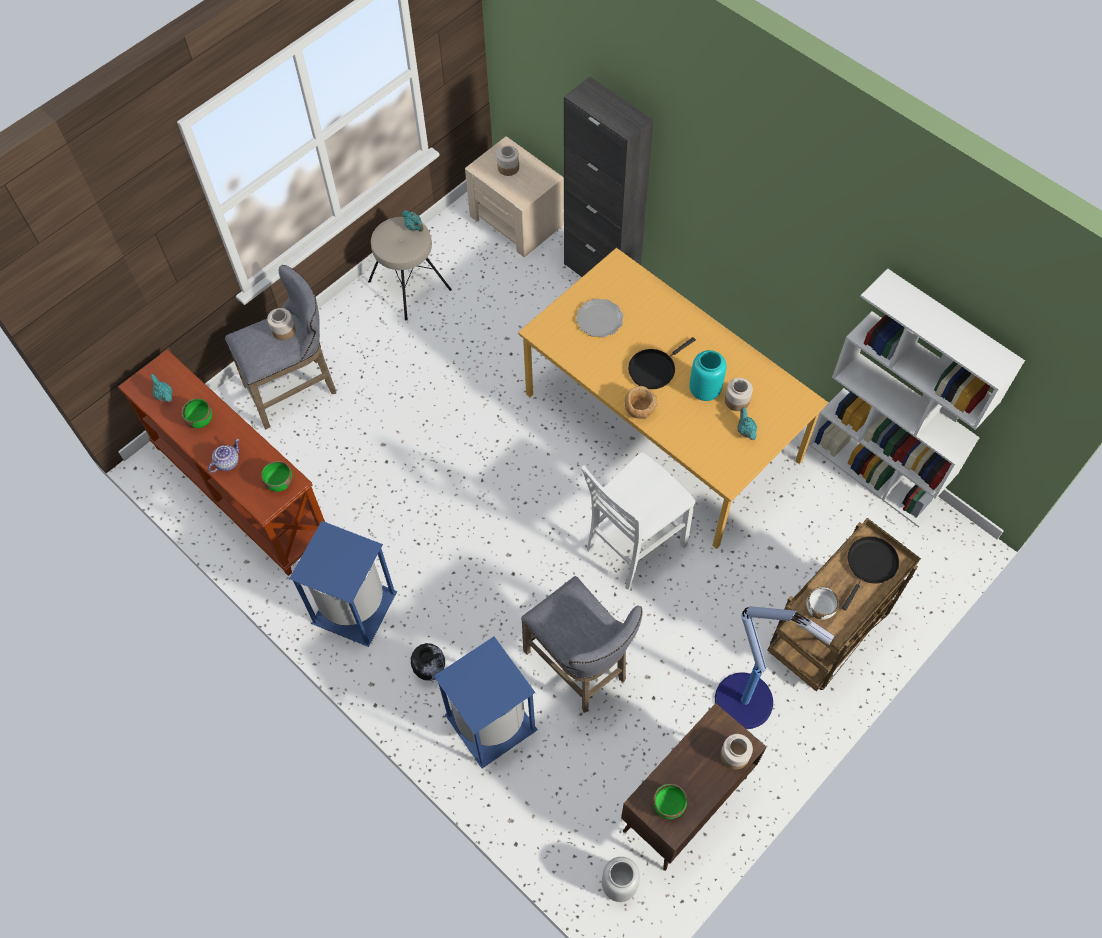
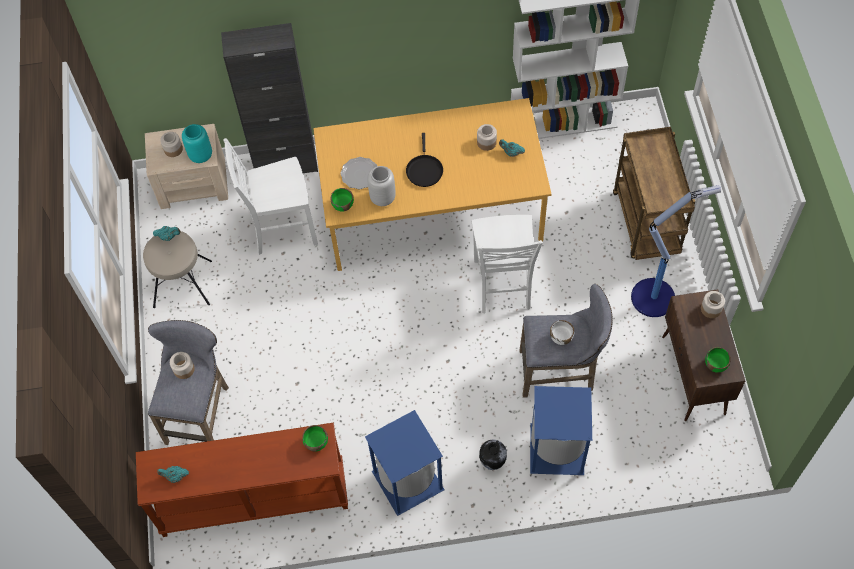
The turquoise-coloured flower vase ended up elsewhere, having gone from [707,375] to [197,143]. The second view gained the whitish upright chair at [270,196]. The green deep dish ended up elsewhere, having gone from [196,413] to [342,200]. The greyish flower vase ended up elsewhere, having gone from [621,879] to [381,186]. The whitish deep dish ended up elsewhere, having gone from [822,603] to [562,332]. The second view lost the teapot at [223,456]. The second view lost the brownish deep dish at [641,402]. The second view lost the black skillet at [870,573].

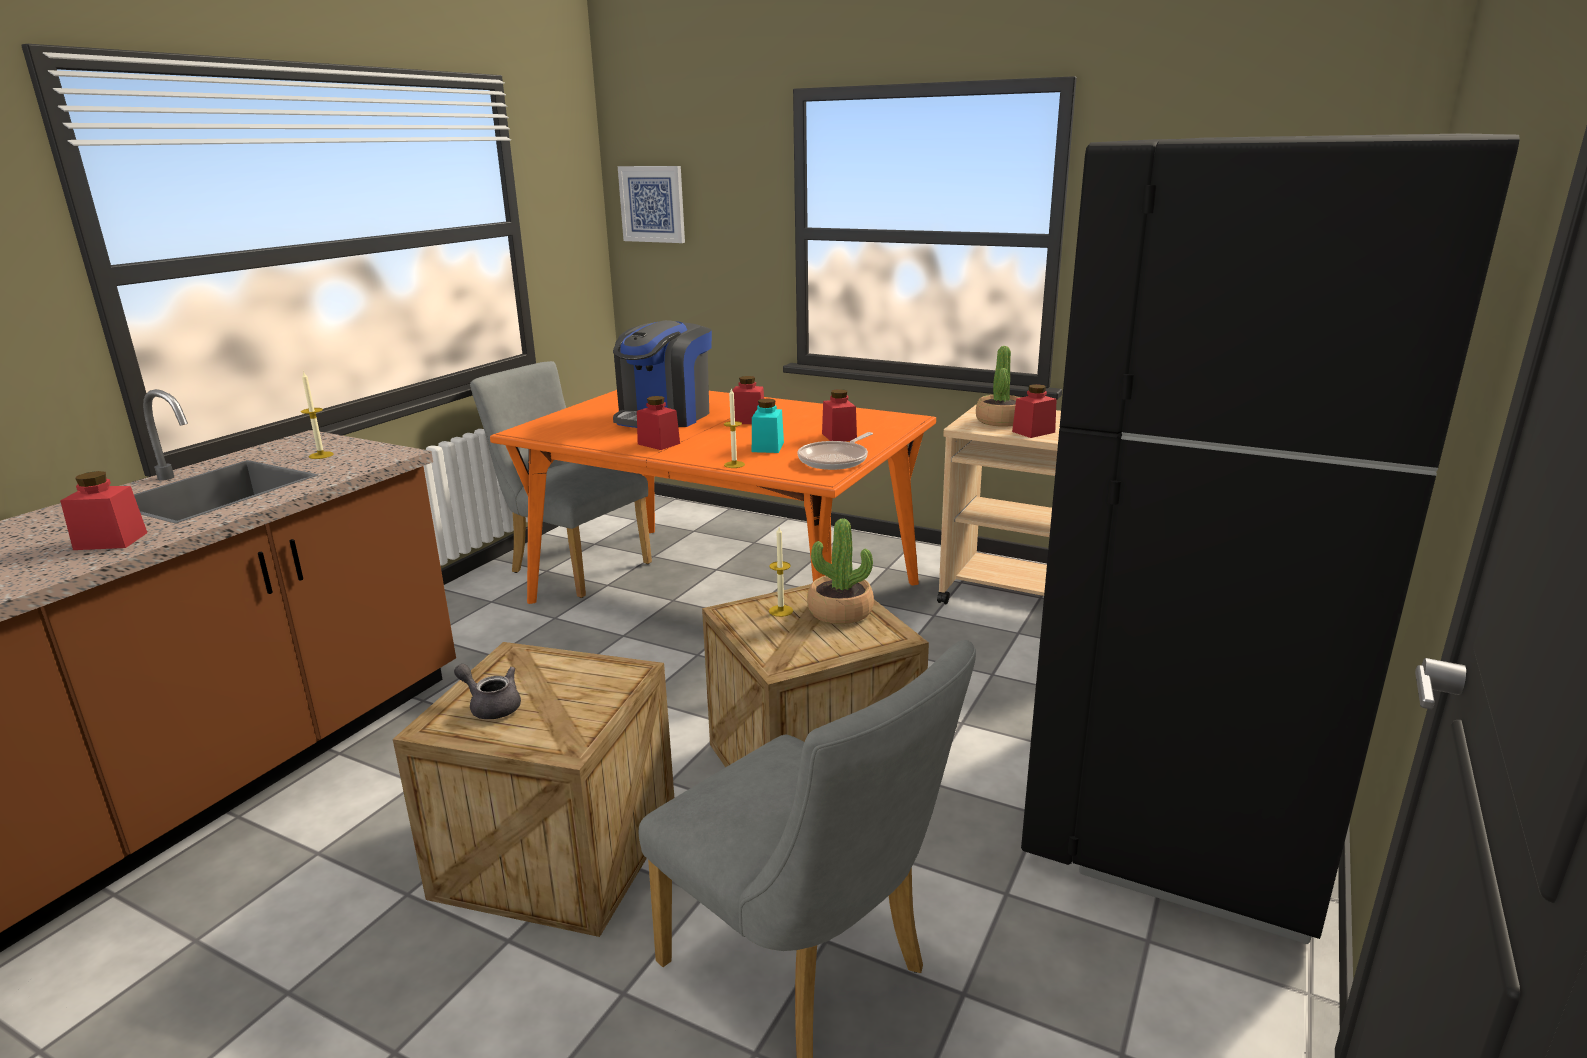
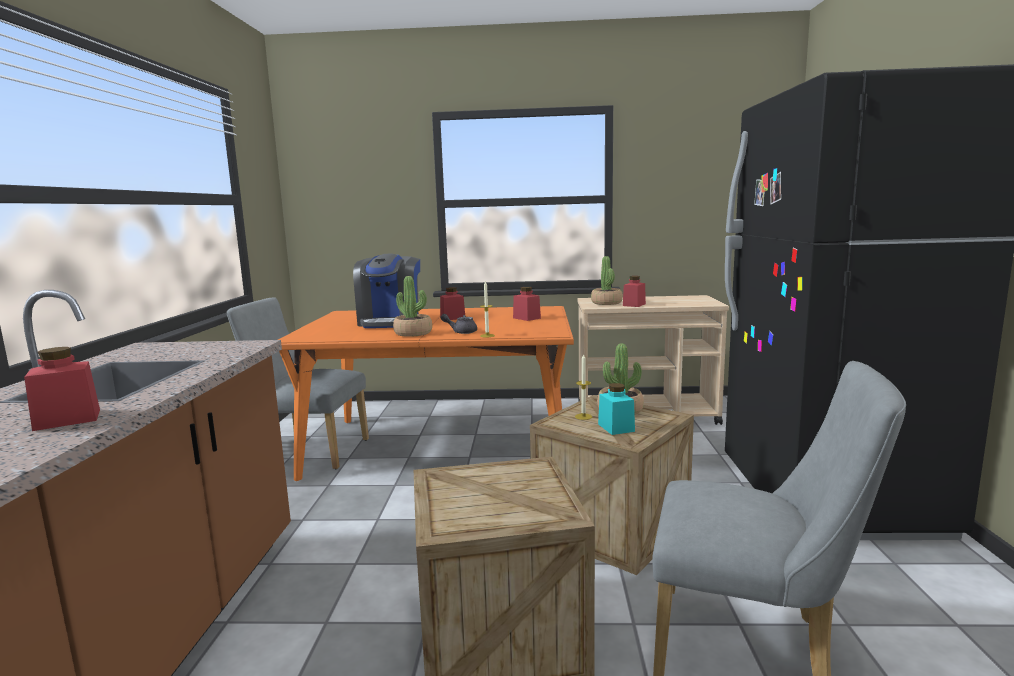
Where the red storage jar stood at [658,423], the potted plant came to stand at [412,306]. The greyish teapot ended up elsewhere, having gone from [487,691] to [458,324]. The turquoise-coloured storage jar ended up elsewhere, having gone from [768,425] to [616,409]. The second view lost the wax light at [317,415]. The second view lost the wall art at [651,204]. The second view lost the skillet at [835,451].

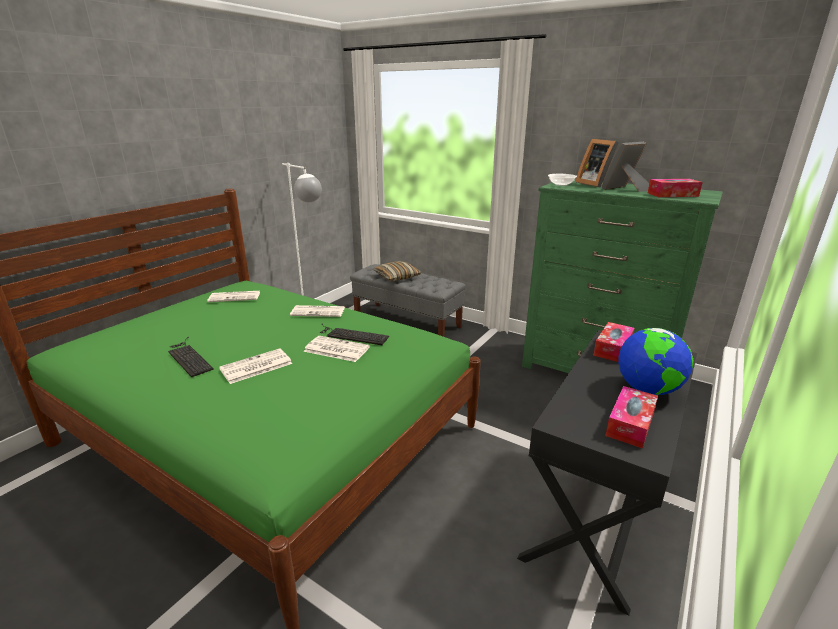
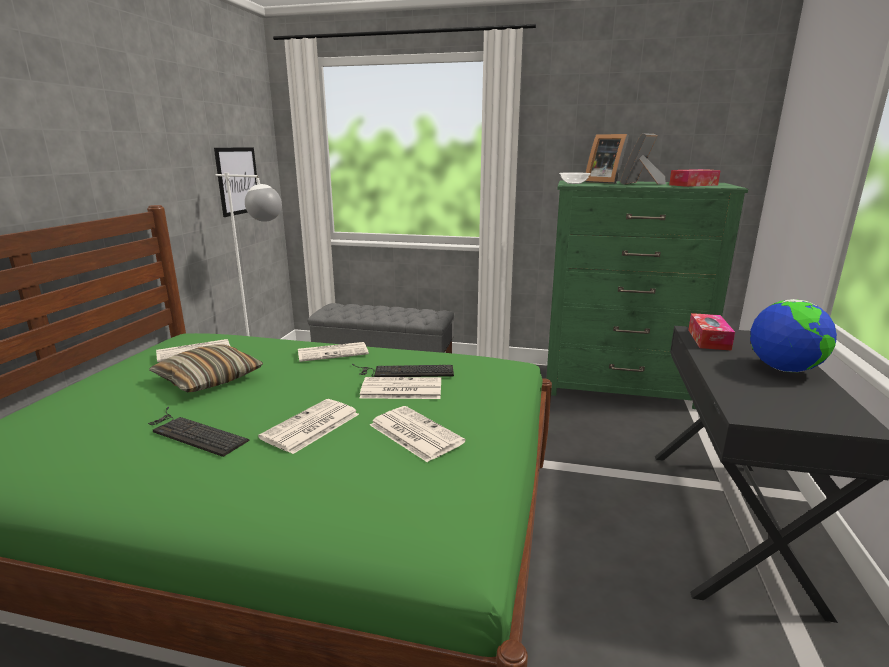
The cushion ended up elsewhere, having gone from [397,271] to [206,368]. The second view gained the wall art at [235,182]. The second view gained the newspaper at [418,434]. The second view lost the tissue holder at [631,417].

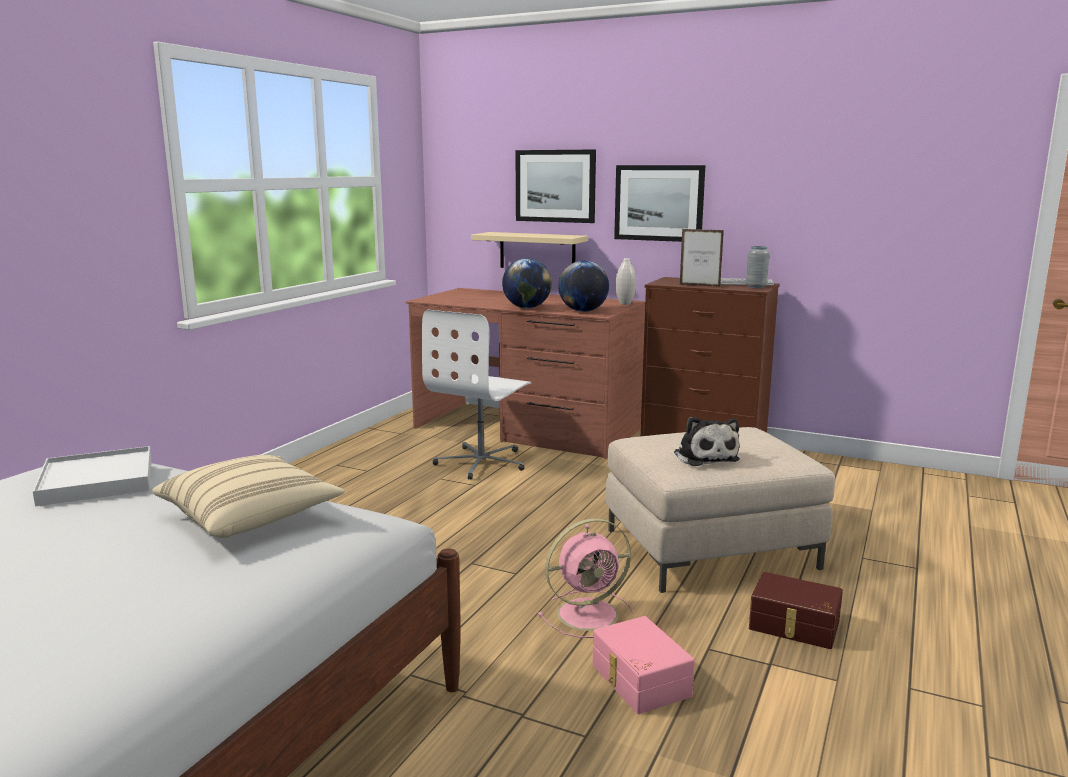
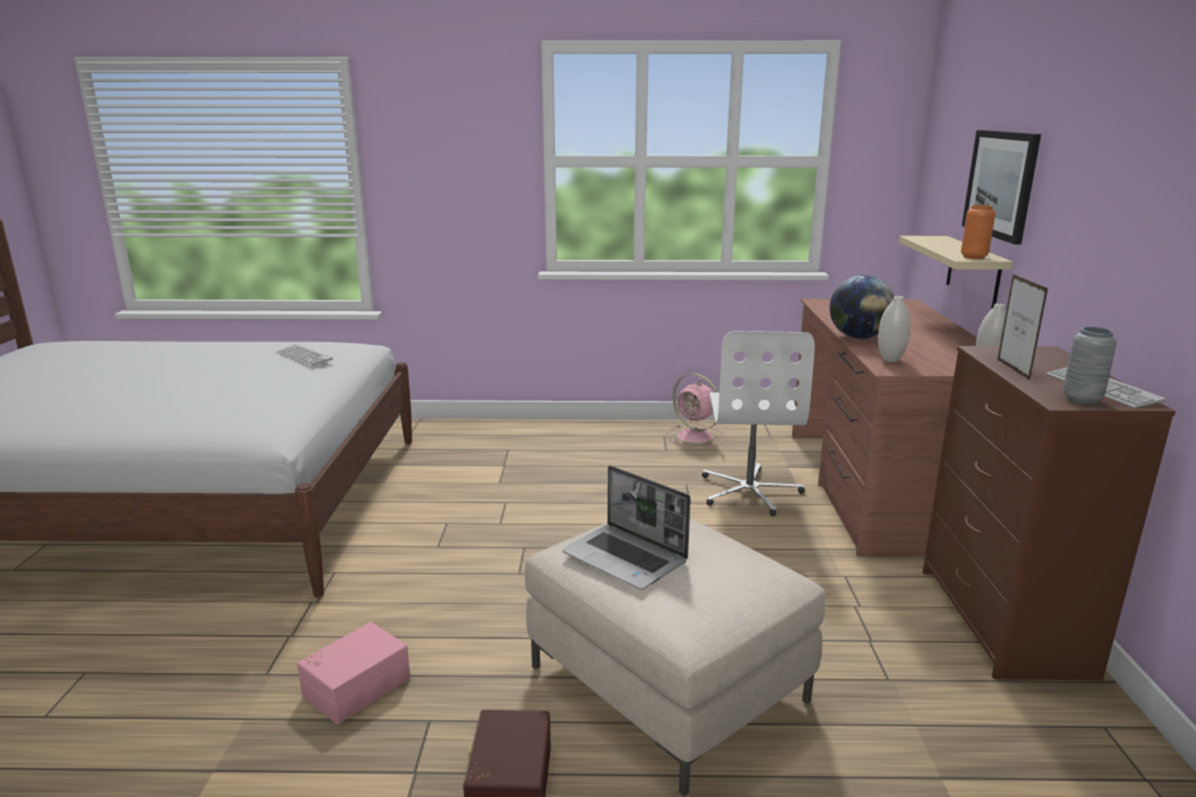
Where the whitish tray stood at [92,476], the keyboard came to stand at [304,355]. Where the cuddly toy stood at [707,441], the notebook computer came to stand at [626,527]. The pink-coloured fan ended up elsewhere, having gone from [586,578] to [696,410]. The whitish desk chair at [476,394] ended up facing another way, 90 degrees counterclockwise from before. Where the globe stood at [583,286], the whitish flower vase came to stand at [894,329]. The second view gained the orangey flower vase at [978,232]. The second view lost the beige cushion at [248,496]. The second view lost the wall art at [659,203].

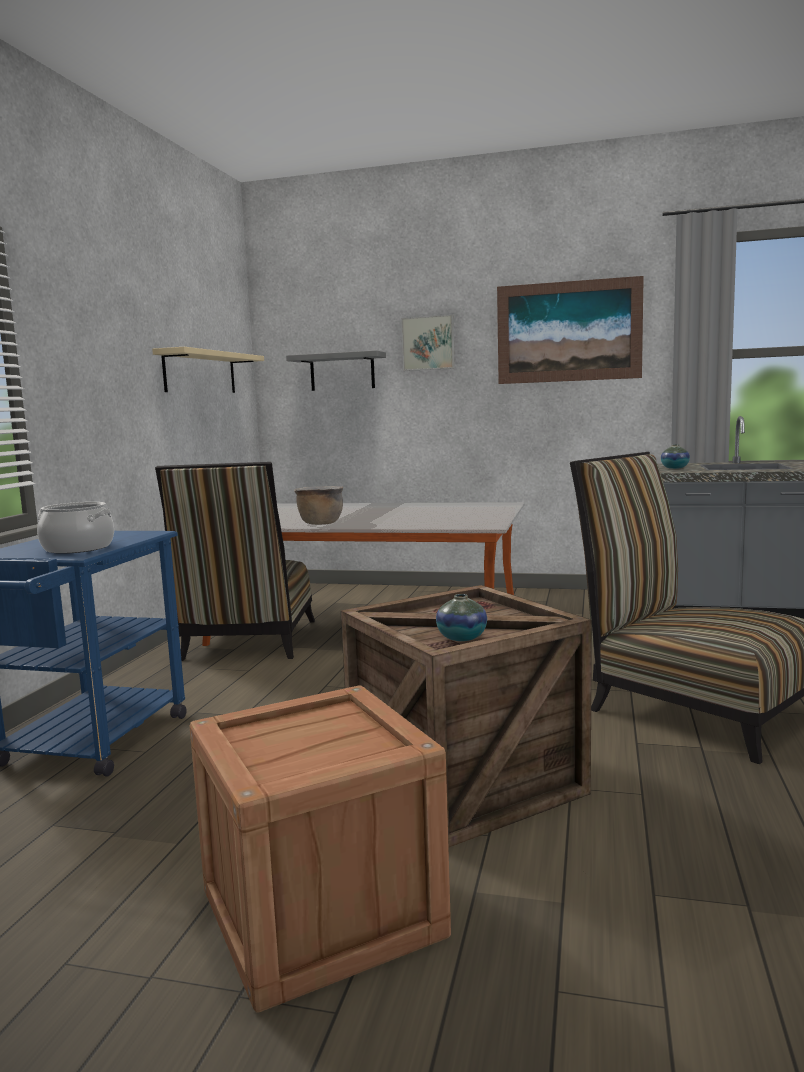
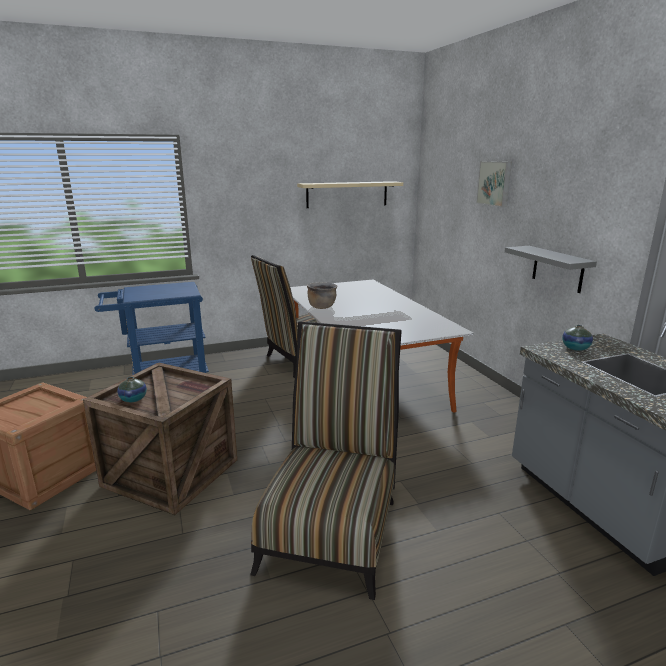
The greyish wall shelf ended up elsewhere, having gone from [336,370] to [551,269]. The second view lost the stockpot at [75,528]. The second view lost the wall art at [570,330].

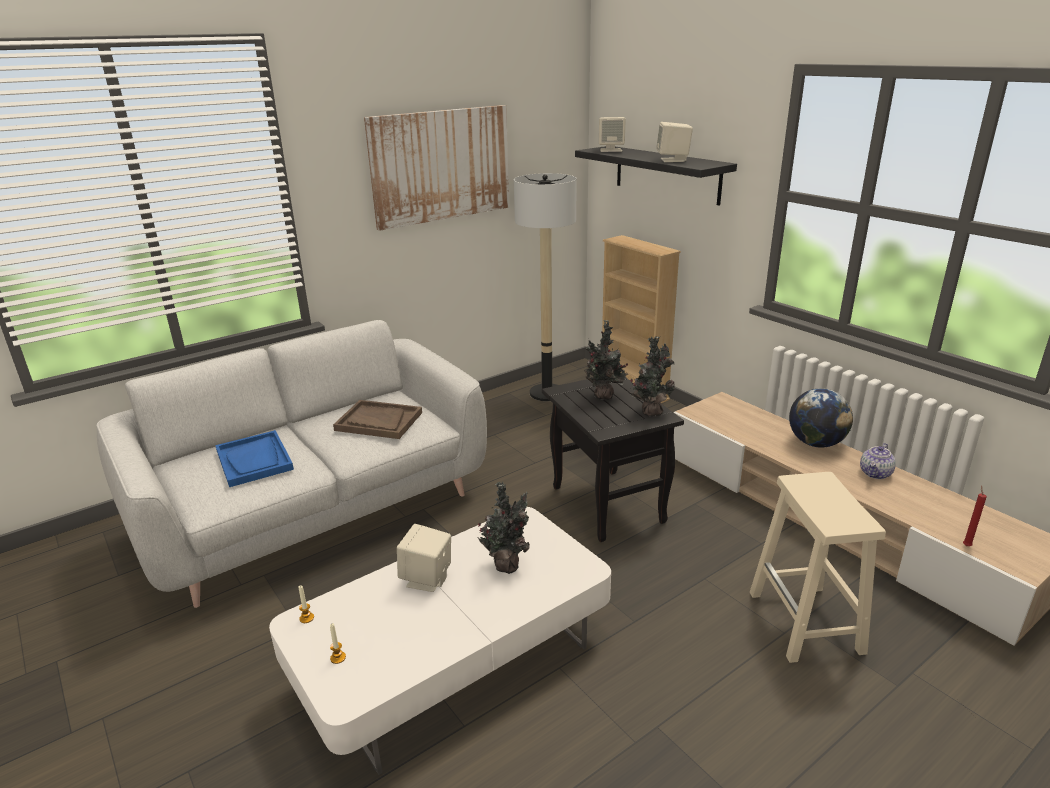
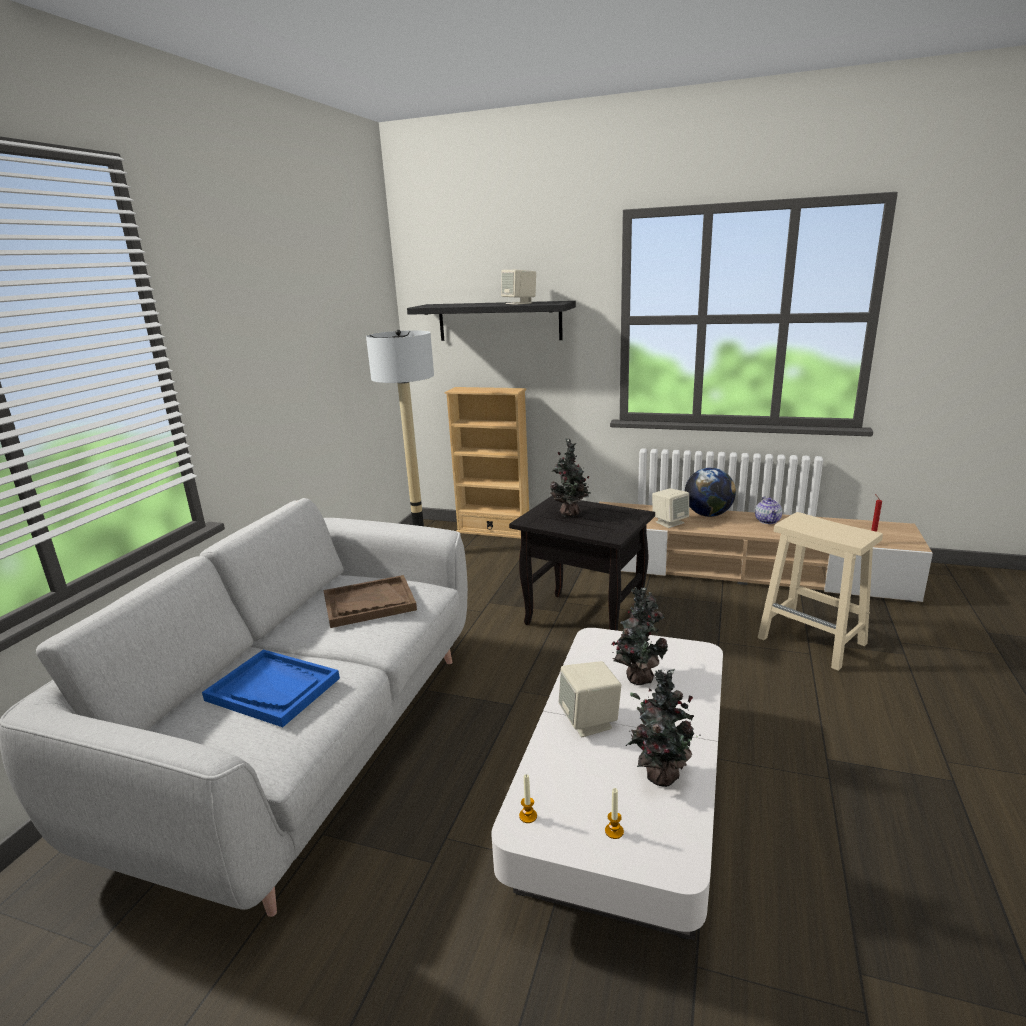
The potted plant ended up elsewhere, having gone from [652,376] to [663,727]. The beige speaker ended up elsewhere, having gone from [612,134] to [670,508]. The second view lost the wall art at [436,168].

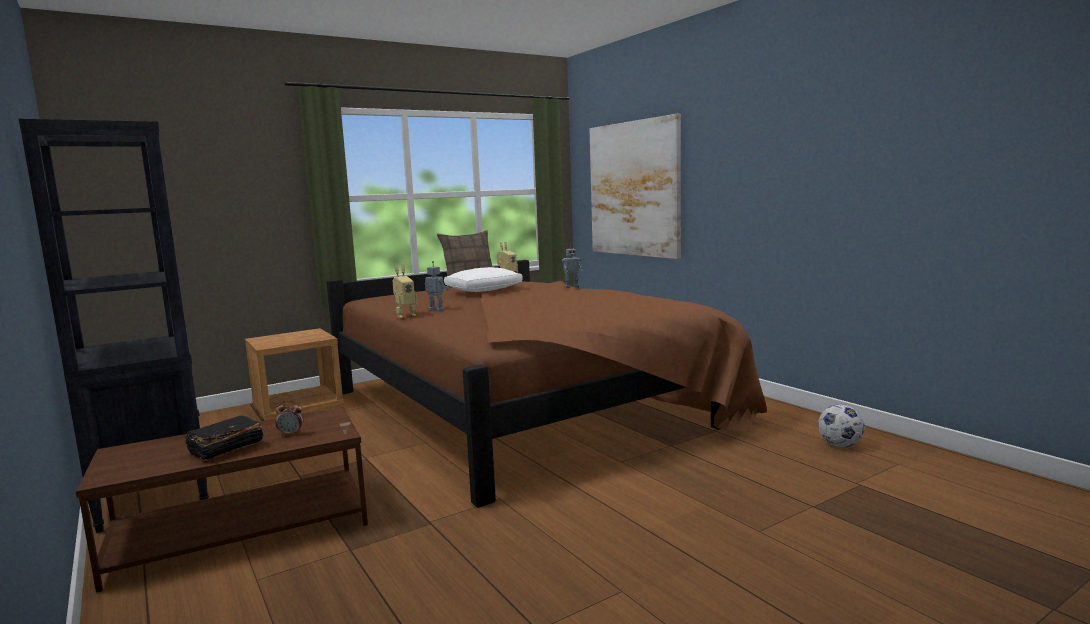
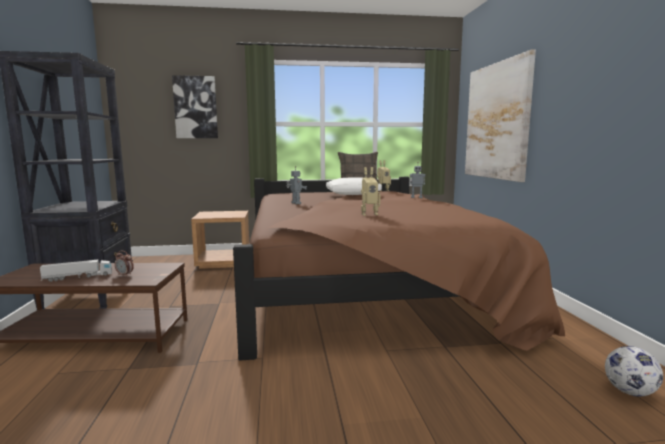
Where the black book stood at [224,439], the model truck came to stand at [76,271]. The second view gained the wall art at [195,106]. The toy robot ended up elsewhere, having gone from [405,291] to [370,191].

